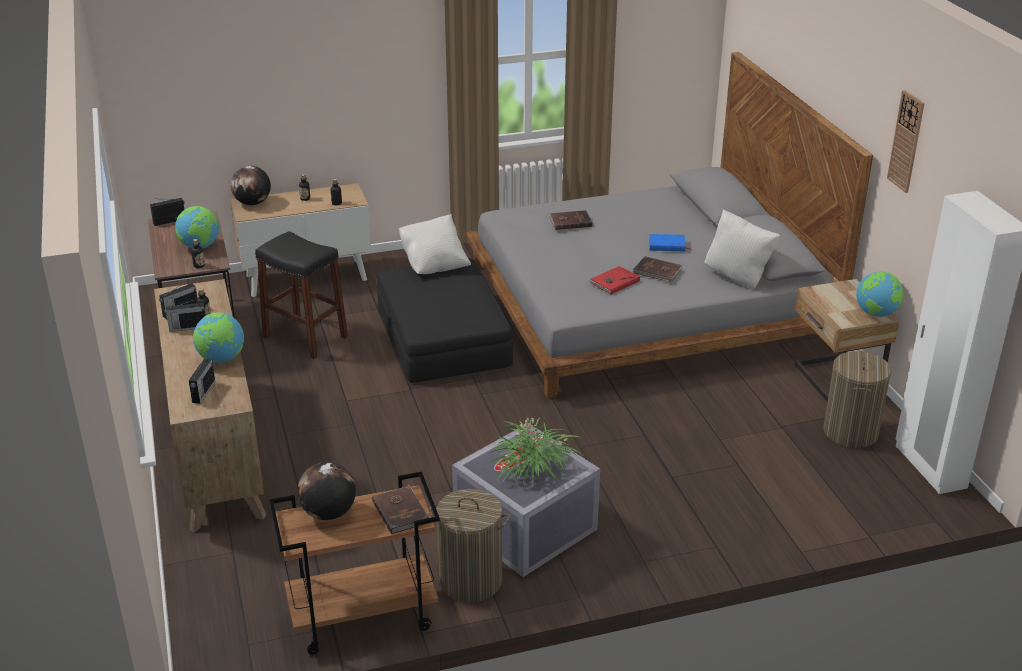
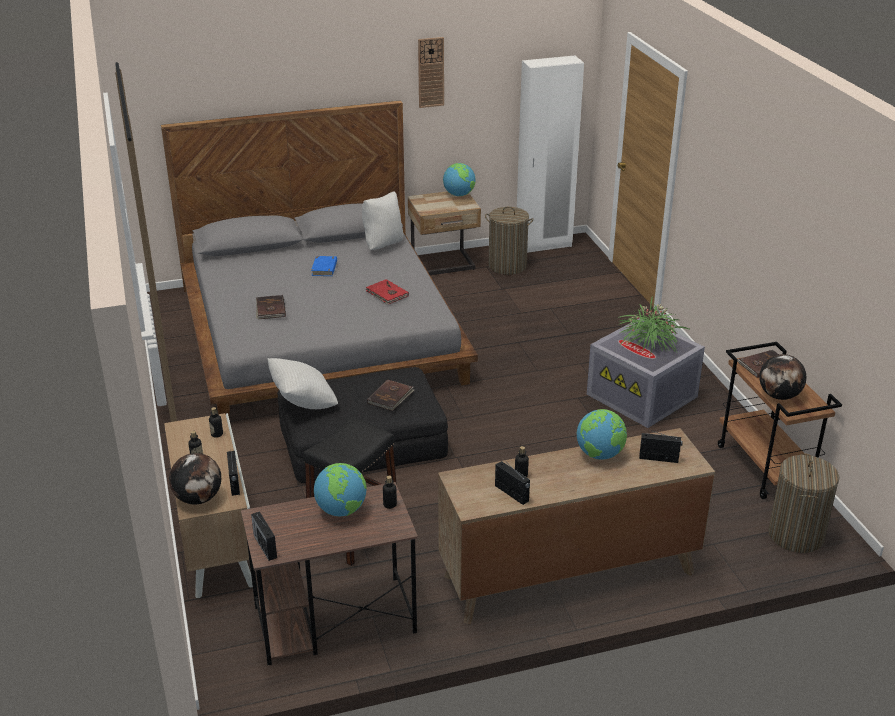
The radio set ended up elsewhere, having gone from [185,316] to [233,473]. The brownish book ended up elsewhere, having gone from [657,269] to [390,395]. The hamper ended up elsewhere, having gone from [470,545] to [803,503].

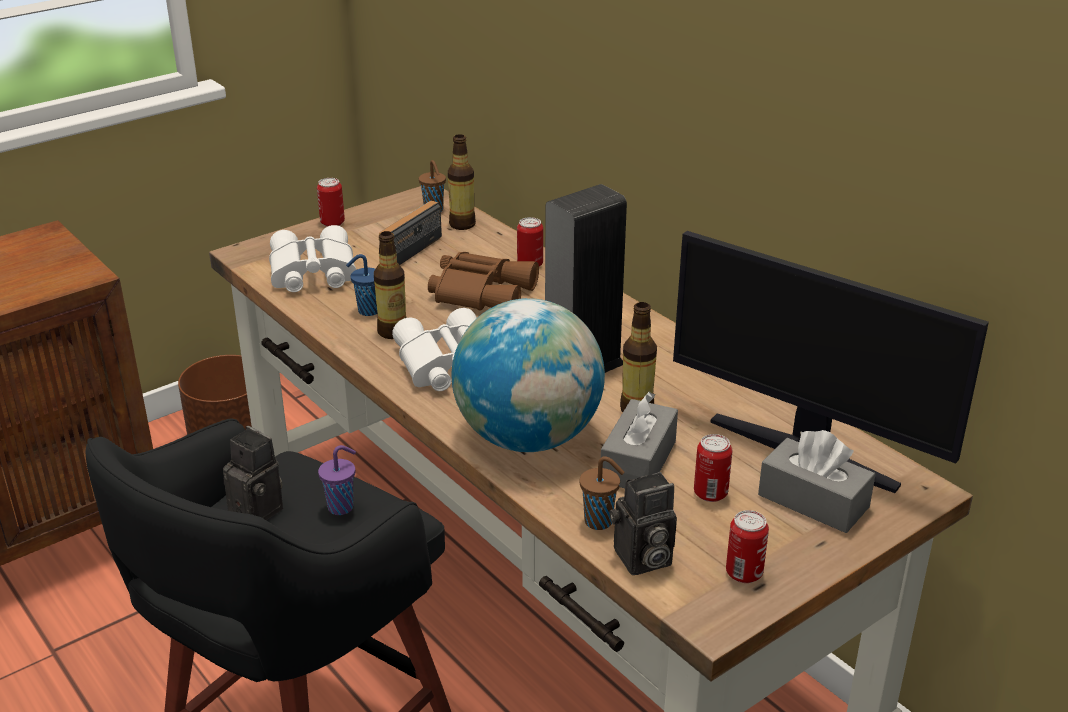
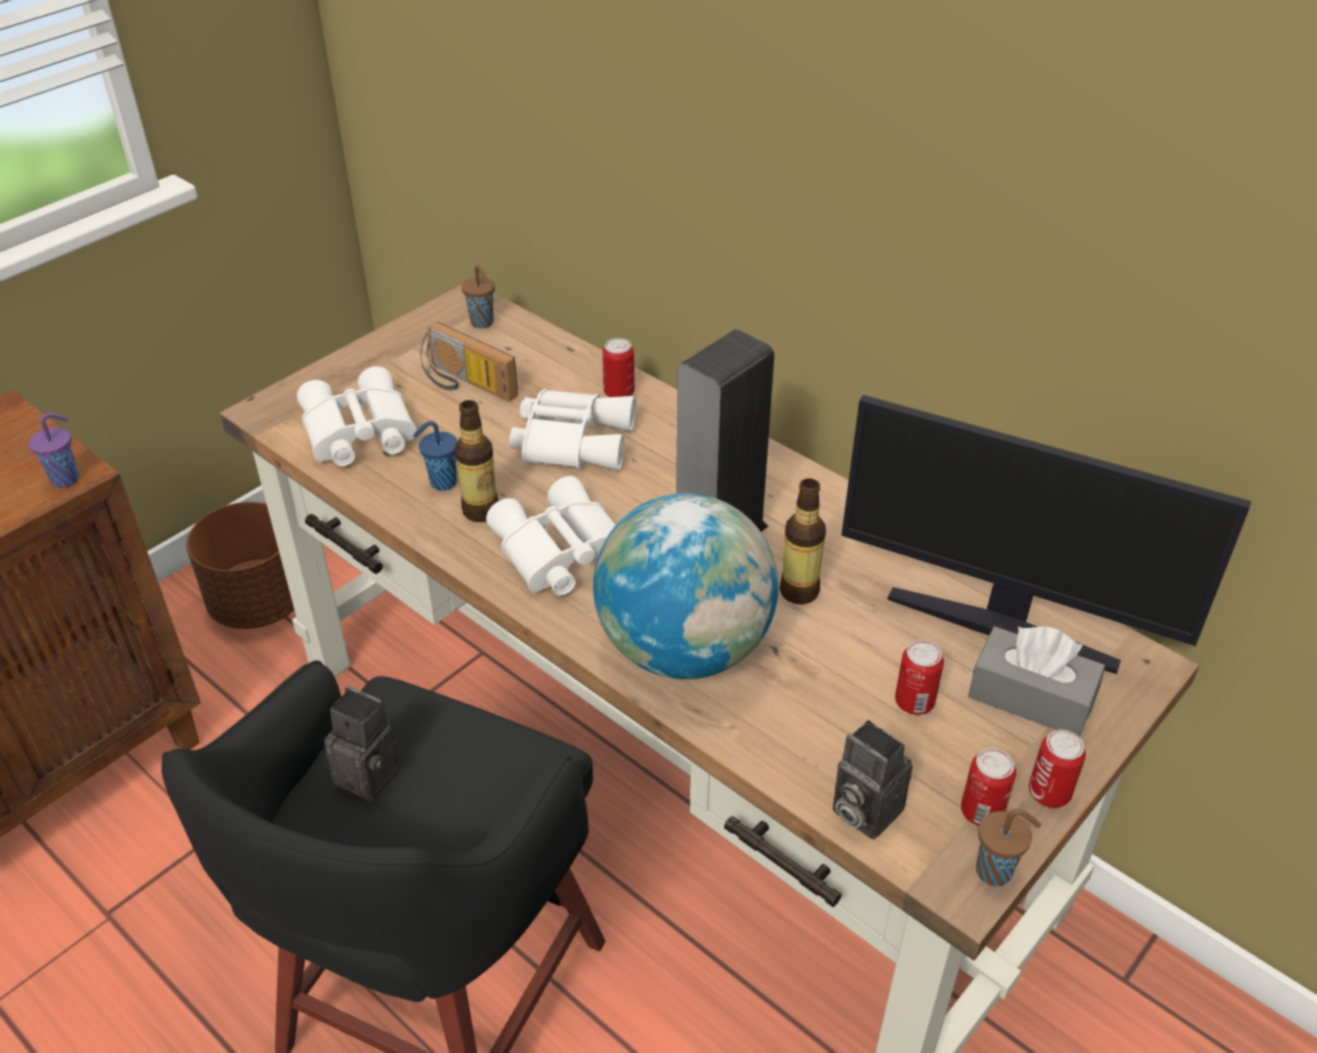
The purplish small cup ended up elsewhere, having gone from [337,480] to [54,450]. The radio set at [410,233] ended up facing another way, 75 degrees counterclockwise from before. What was the brownish field glasses at [483,281] turned into the whitish field glasses at [573,430]. The still camera at [643,523] ended up facing another way, 75 degrees clockwise from before. The brownish small cup ended up elsewhere, having gone from [601,493] to [1008,847]. The metal can ended up elsewhere, having gone from [331,202] to [1057,769]. The second view lost the beverage bottle at [462,182]. The second view lost the greyish tissue holder at [639,440].

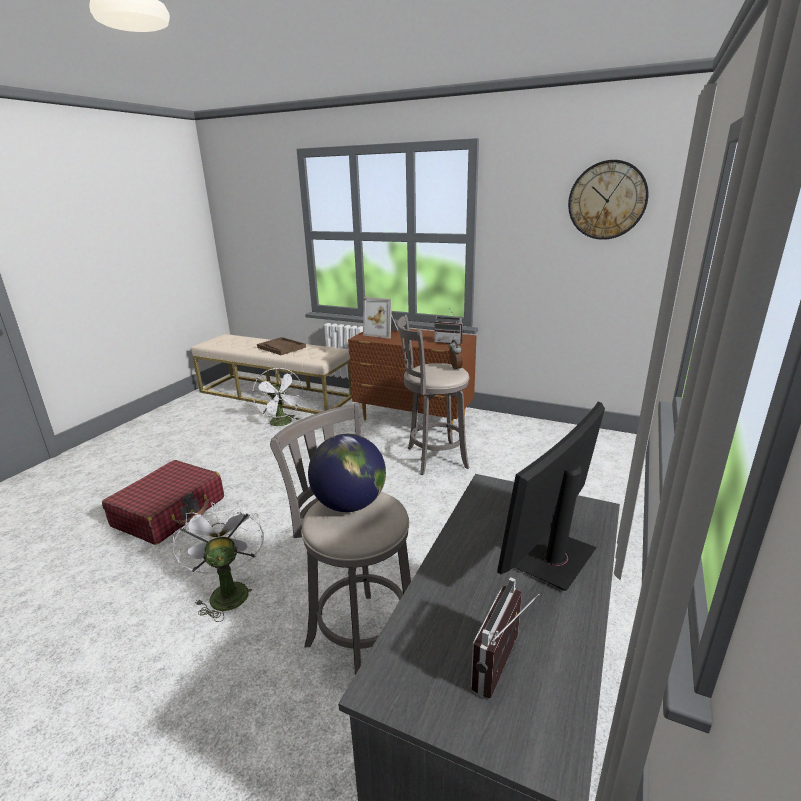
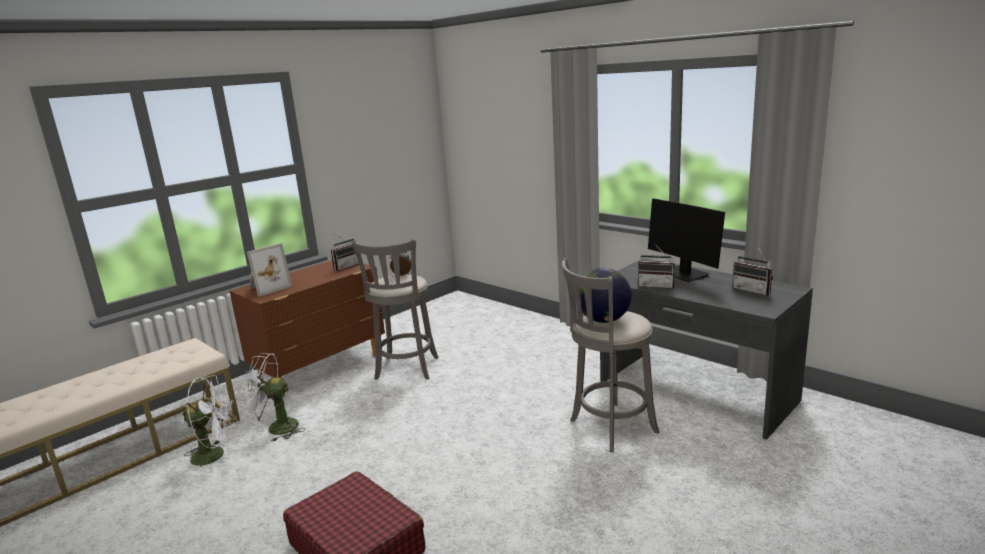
The whitish fan ended up elsewhere, having gone from [218,562] to [273,397]. The second view gained the radio set at [657,266]. The second view lost the brownish tray at [281,346]. The second view lost the clock on the wall at [608,200].

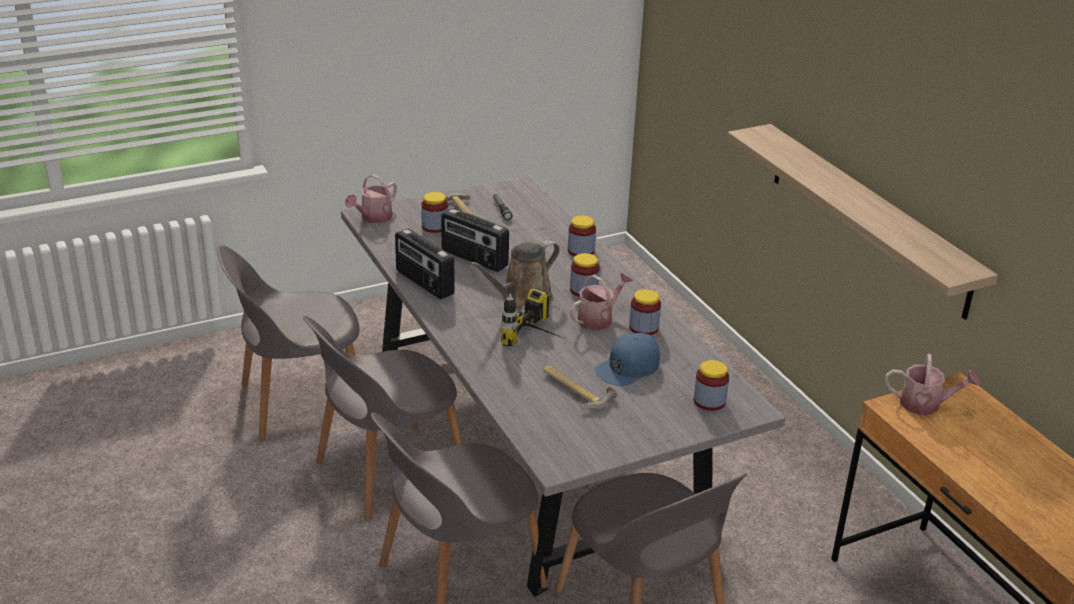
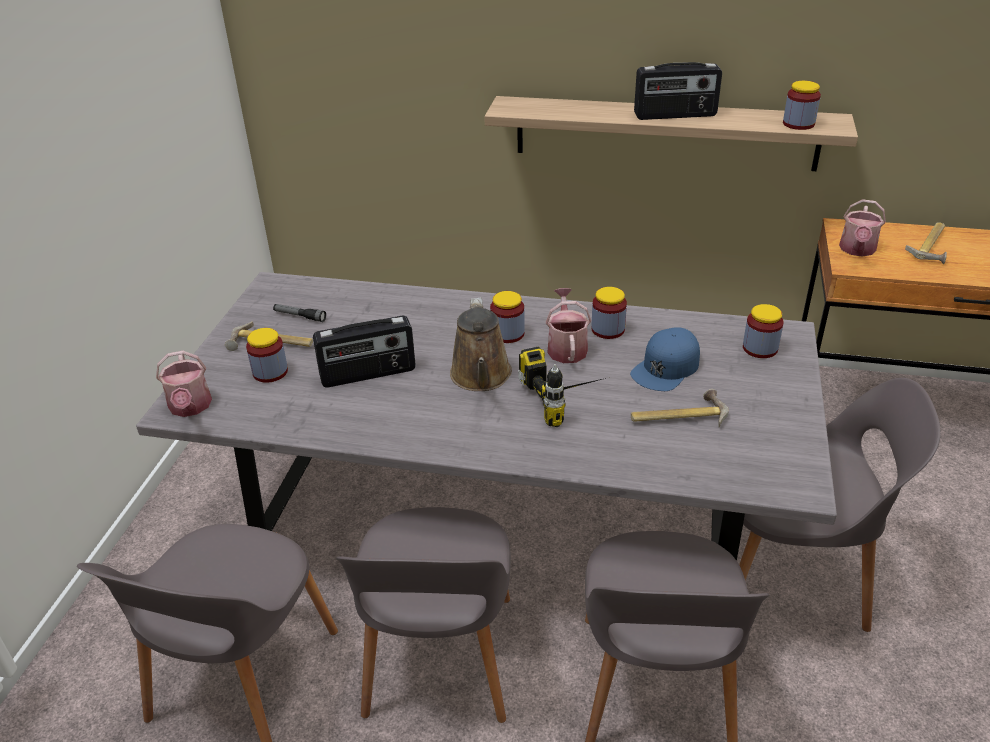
The blue peaked cap at [627,359] ended up facing another way, 45 degrees clockwise from before. The radio set ended up elsewhere, having gone from [424,263] to [678,91]. The storage jar ended up elsewhere, having gone from [582,235] to [802,105]. The watering pot at [932,384] ended up facing another way, 150 degrees clockwise from before. The second view gained the hand hammer at [926,243].

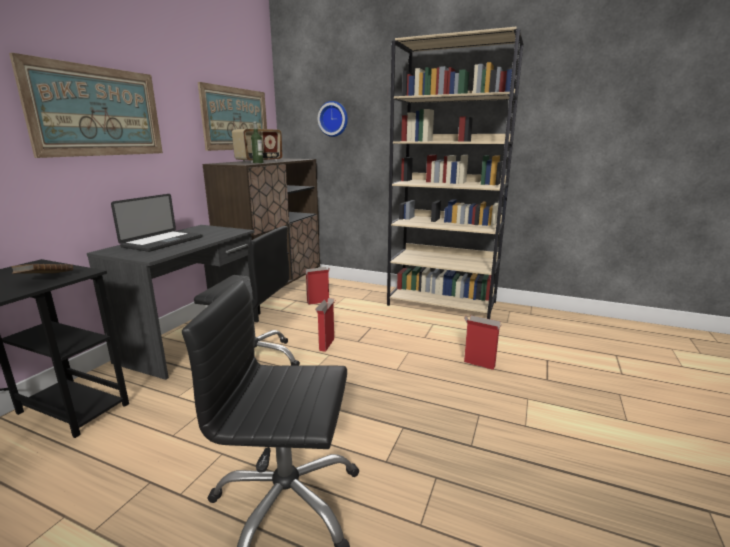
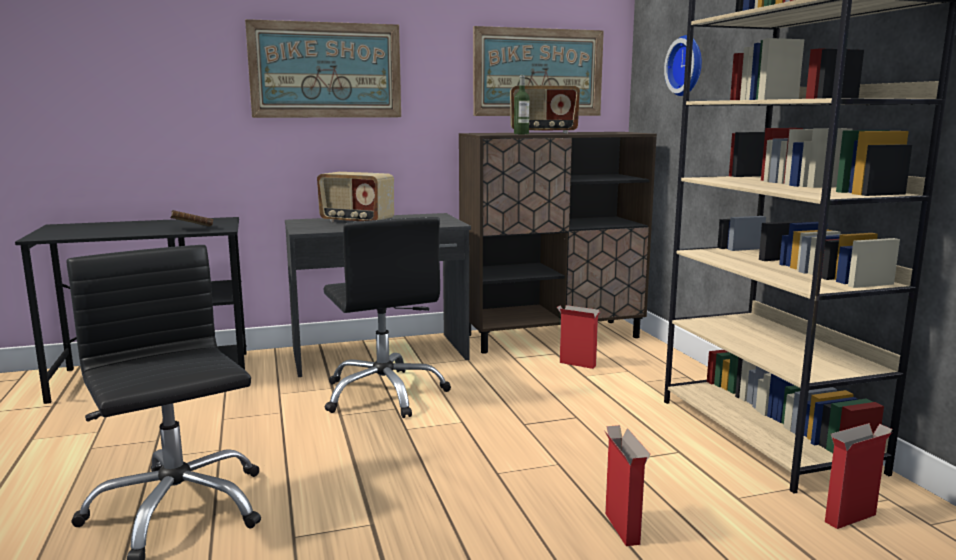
Where the notebook computer stood at [156,223], the radio set came to stand at [355,197]. The packing box ended up elsewhere, having gone from [325,325] to [858,476].

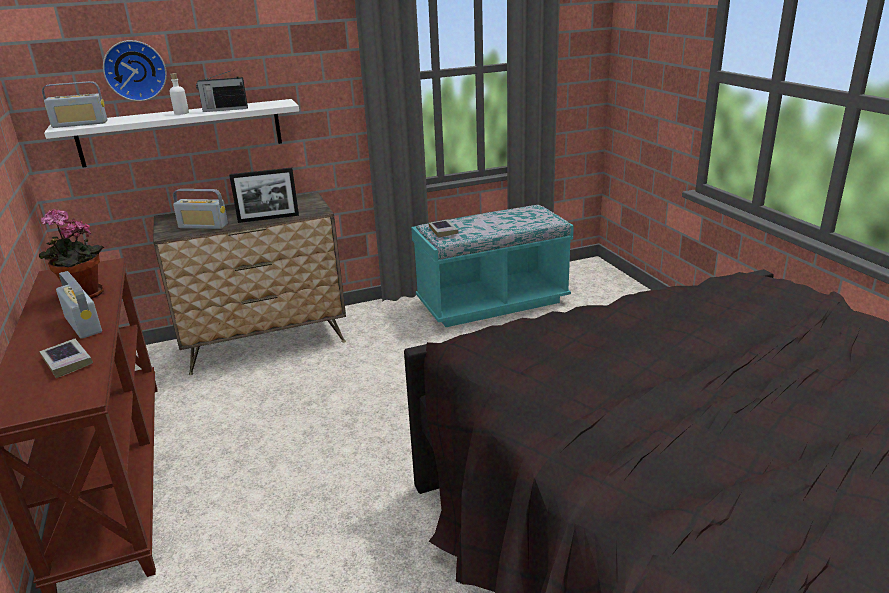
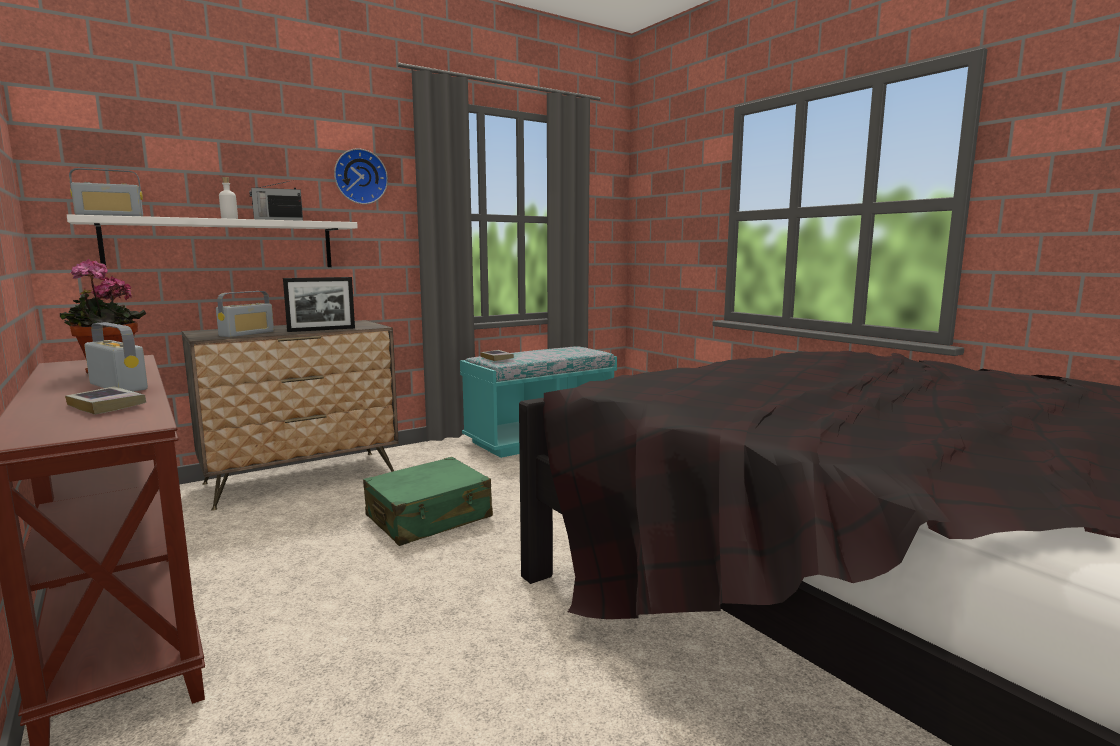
The radio set at [200,209] ended up facing another way, 60 degrees counterclockwise from before. The clock on the wall ended up elsewhere, having gone from [135,70] to [361,176]. The second view gained the green suitcase at [428,501].

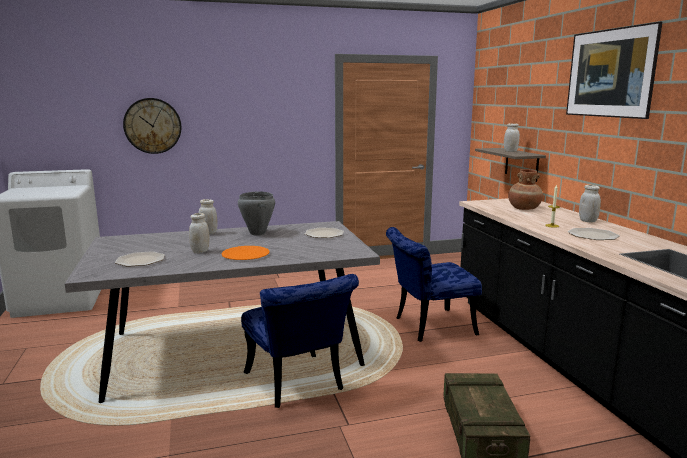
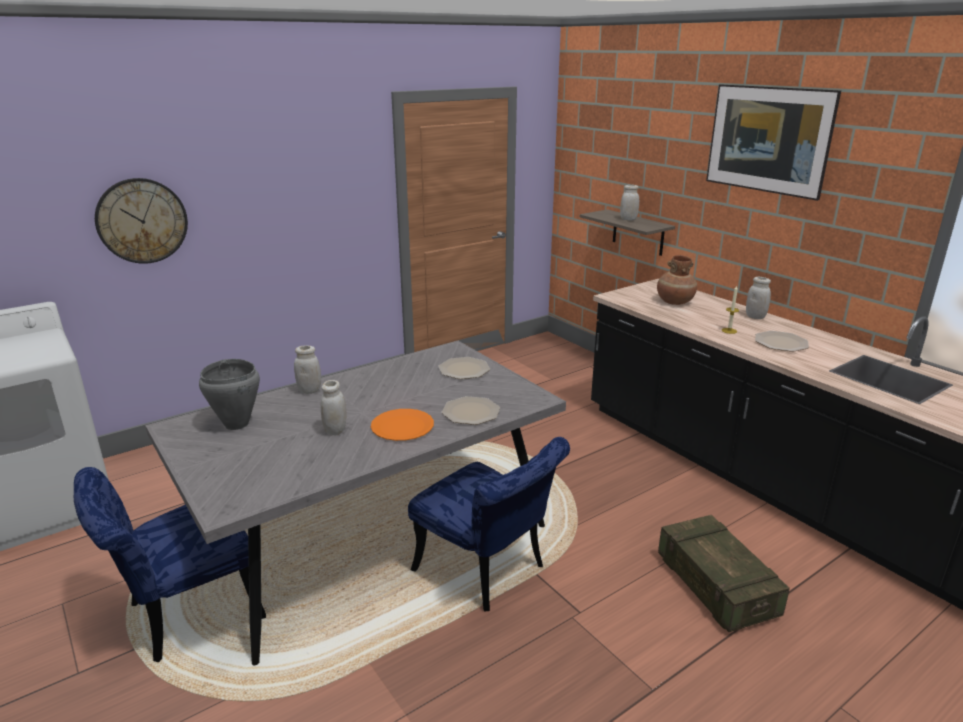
The blue upright chair ended up elsewhere, having gone from [434,284] to [170,564]. The greyish stockpot ended up elsewhere, having gone from [256,213] to [229,394]. The dinner plate ended up elsewhere, having gone from [140,259] to [471,410].

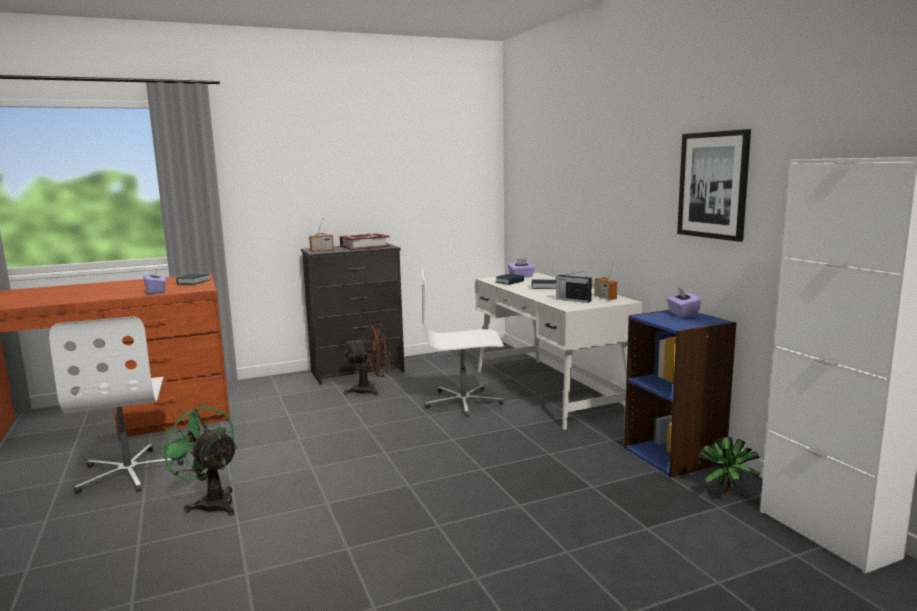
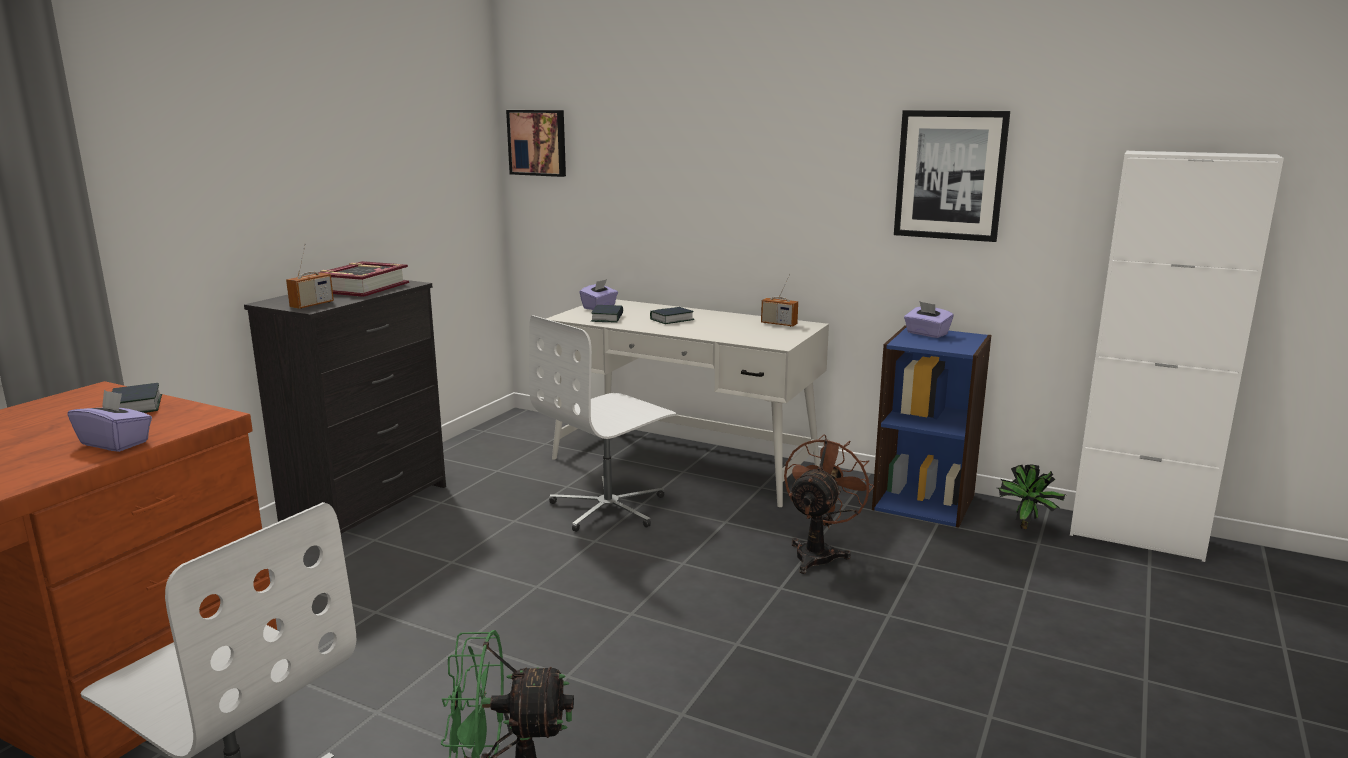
The second view gained the wall art at [536,143]. The brownish fan ended up elsewhere, having gone from [367,360] to [829,504]. The second view lost the radio set at [573,287].

